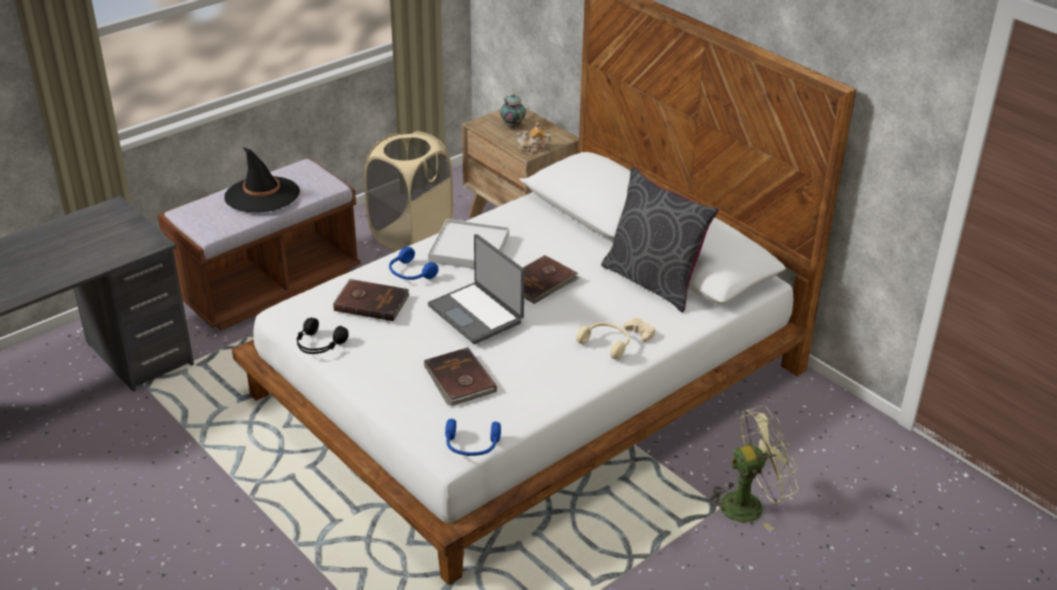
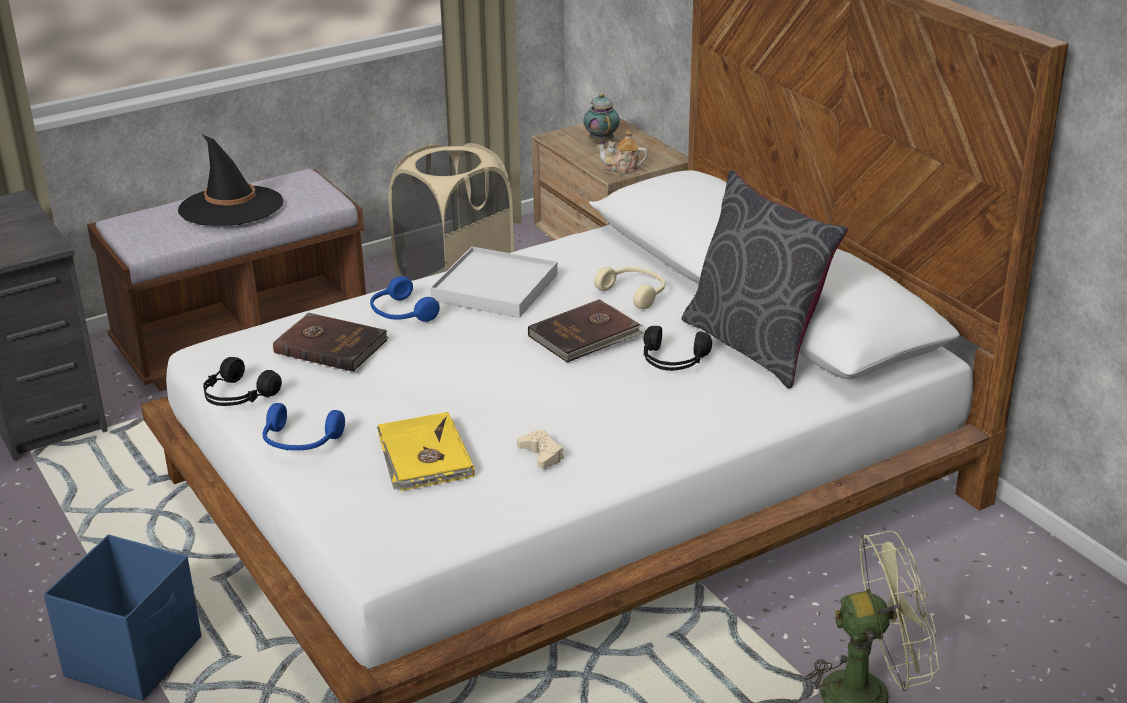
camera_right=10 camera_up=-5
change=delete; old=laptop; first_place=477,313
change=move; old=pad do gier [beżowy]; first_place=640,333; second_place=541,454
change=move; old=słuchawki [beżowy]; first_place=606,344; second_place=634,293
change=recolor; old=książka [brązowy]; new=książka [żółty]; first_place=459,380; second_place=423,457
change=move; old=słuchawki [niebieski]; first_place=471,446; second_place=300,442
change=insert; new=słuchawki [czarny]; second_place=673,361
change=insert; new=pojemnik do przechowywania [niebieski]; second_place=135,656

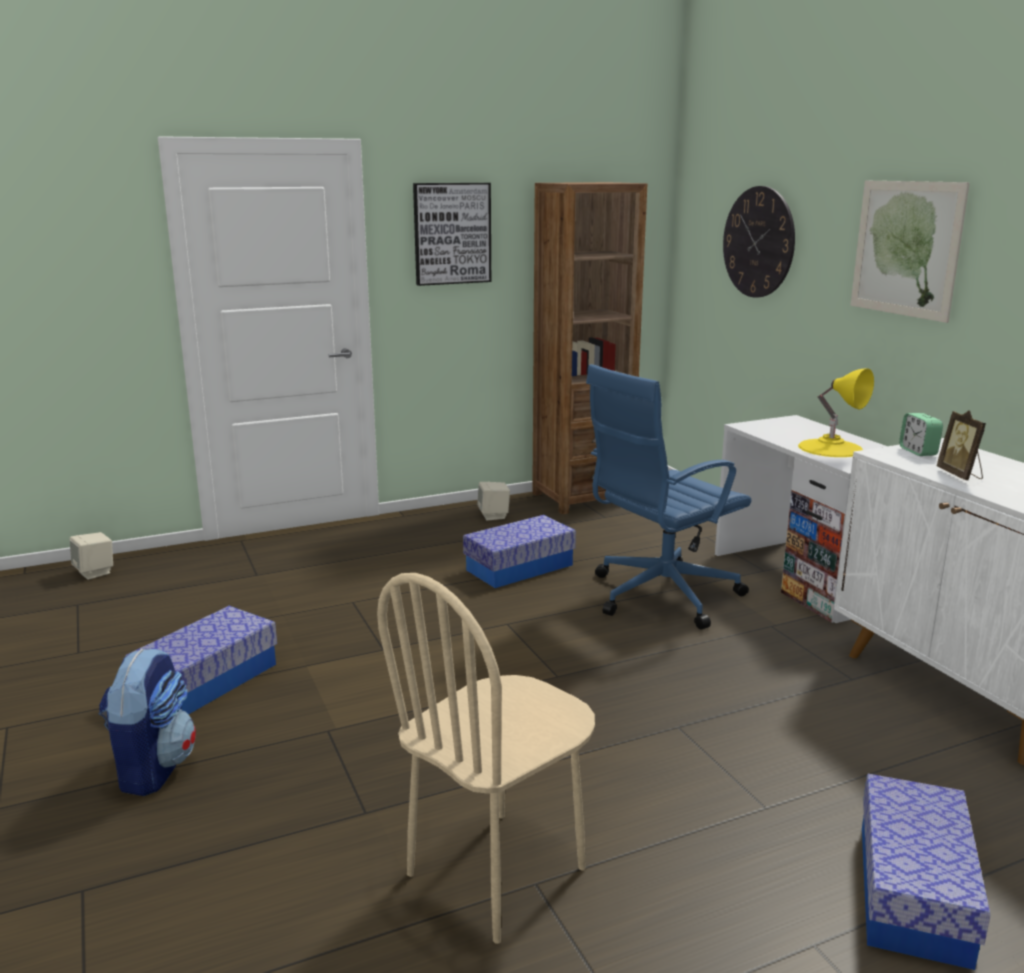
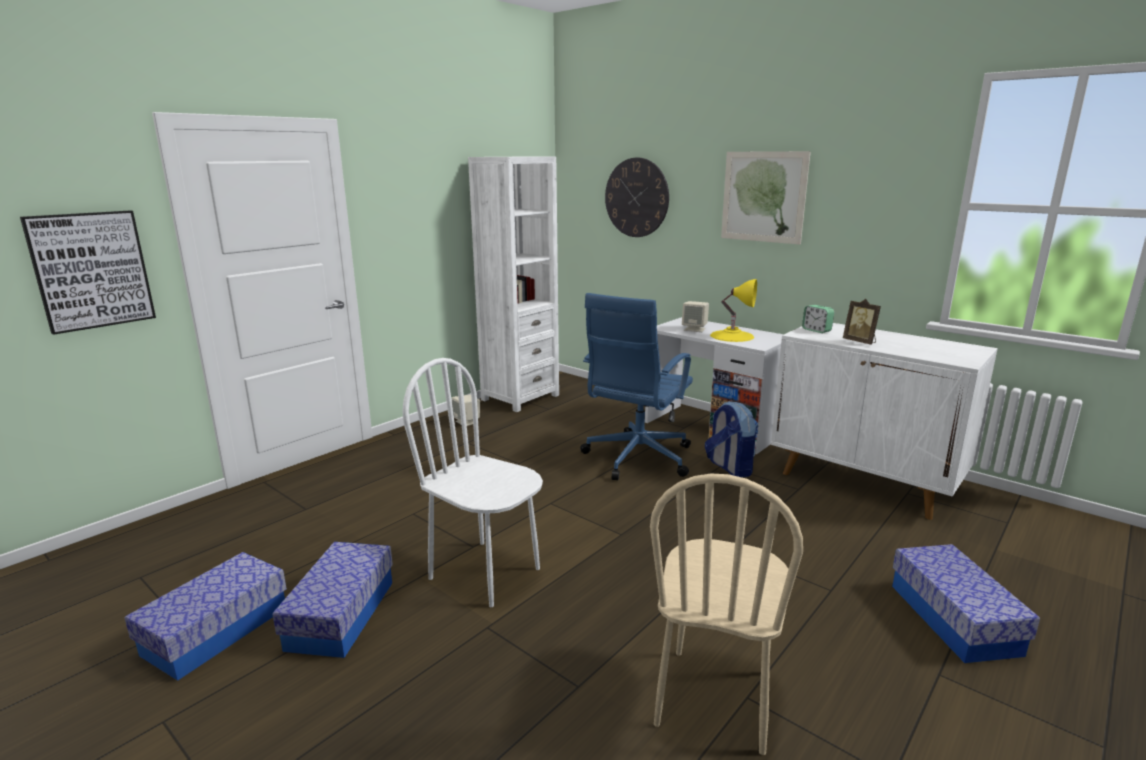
camera_right=-25 camera_up=0
change=recolor; old=regał [brązowy]; new=regał [biały]; first_place=581,498; second_place=520,397
change=move; old=obraz; first_place=452,233; second_place=91,270
change=move; old=pojemnik do przechowywania; first_place=519,567; second_place=216,630
change=move; old=głośnik [beżowy]; first_place=95,572; second_place=695,329
change=move; old=plecak; first_place=153,768; second_place=729,467
change=insert; new=krzesło [biały]; second_place=485,573

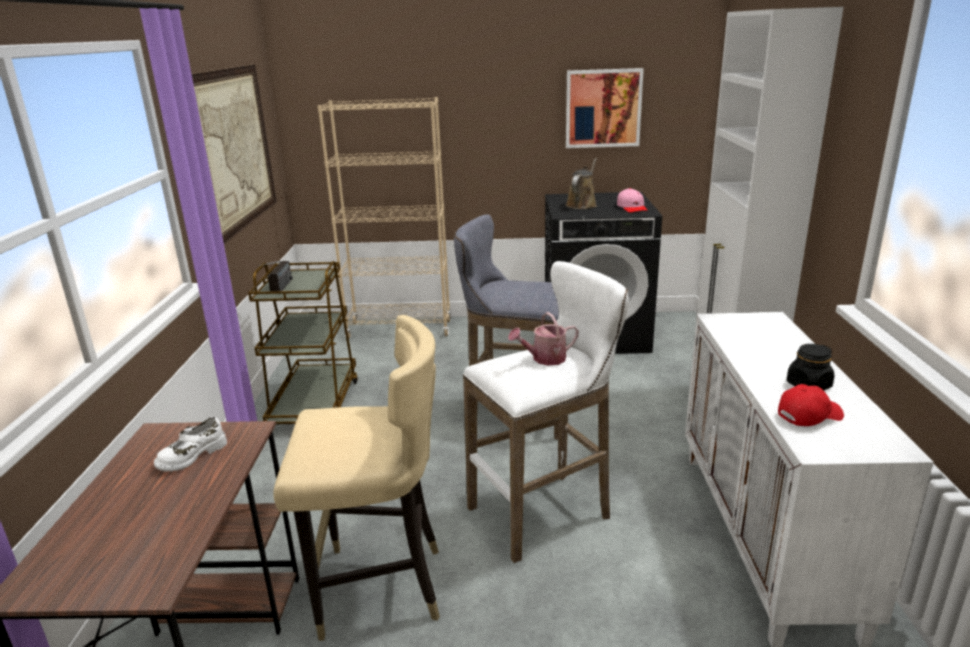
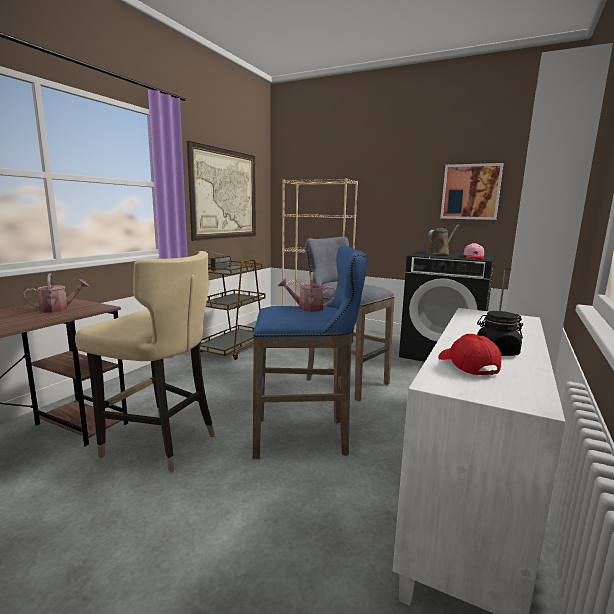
camera_right=25 camera_up=-10
change=recolor; old=stołek [biały]; new=stołek [niebieski]; first_place=545,511; second_place=305,437
change=rotate; old=czapka z daszkiem [czerwony]; first_place=809,415; second_place=466,365; degrees=-105
change=replace; old=but [biały]; new=konewka; first_place=191,455; second_place=59,309

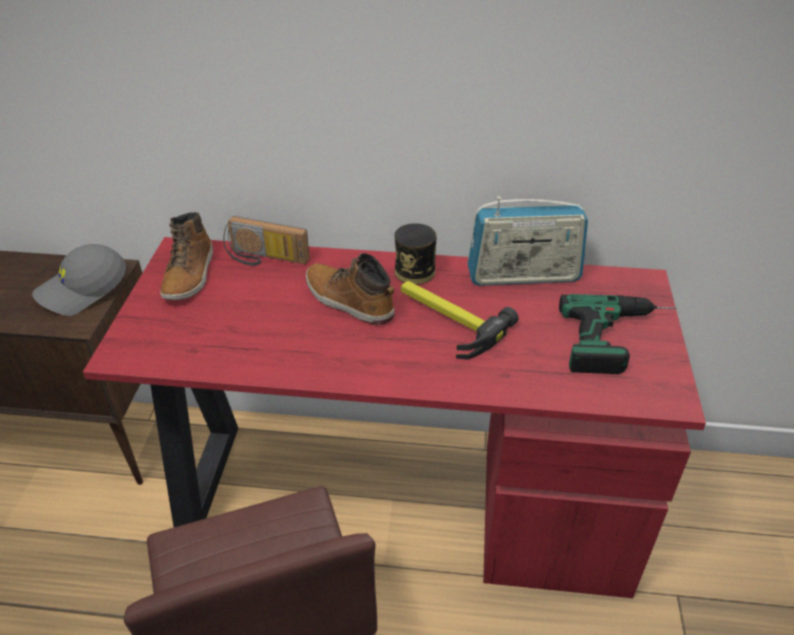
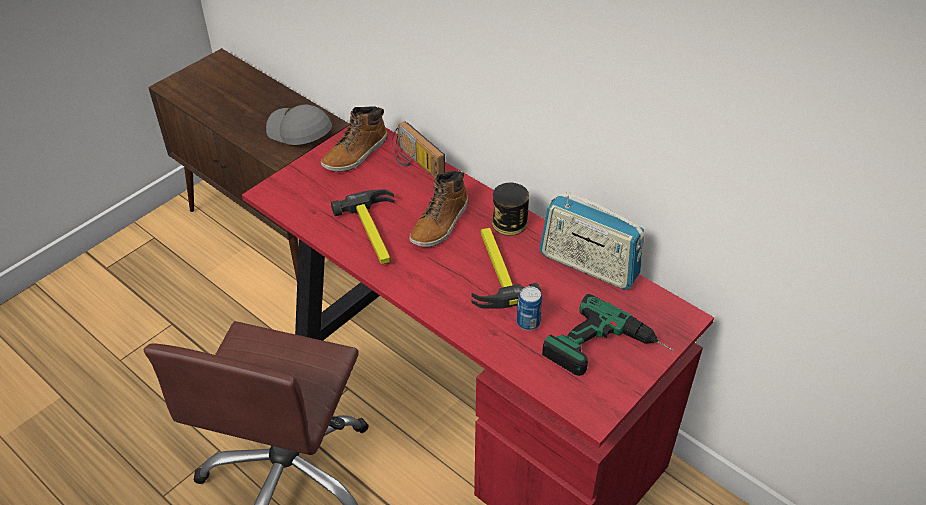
camera_right=35 camera_up=5
change=rotate; old=czapka z daszkiem [szary]; first_place=83,290; second_place=298,132; degrees=45
change=rotate; old=but z cholewką; first_place=348,301; second_place=440,224; degrees=-135
change=insert; new=młotek; second_place=375,232
change=insert; new=puszka; second_place=528,322

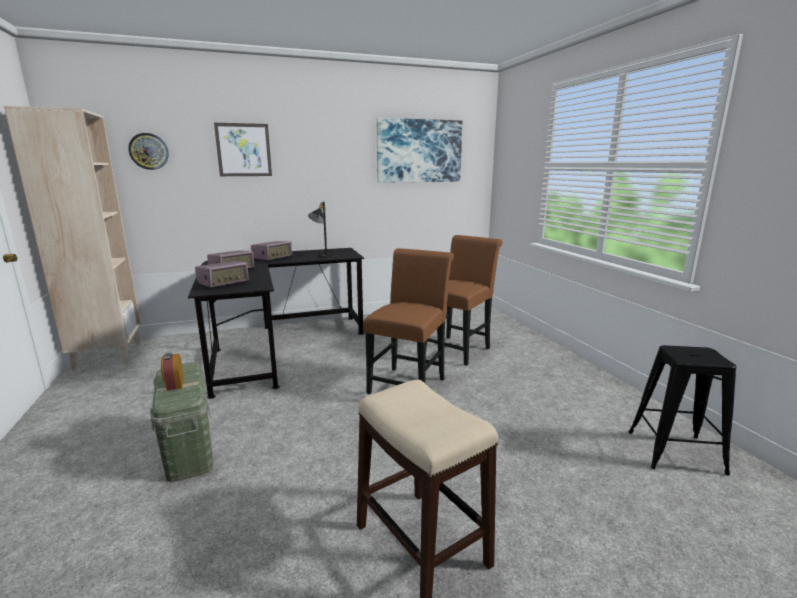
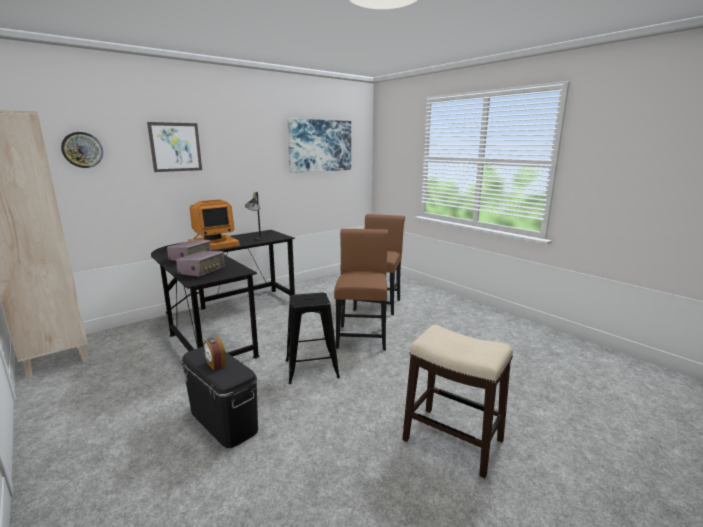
camera_right=-20 camera_up=0
change=replace; old=radio; new=monitor; first_place=272,257; second_place=213,244
change=move; old=stołek [czarny]; first_place=675,452; second_place=311,369
change=recolor; old=pojemnik do przechowywania [zielony]; new=pojemnik do przechowywania [czarny]; first_place=189,450; second_place=224,420

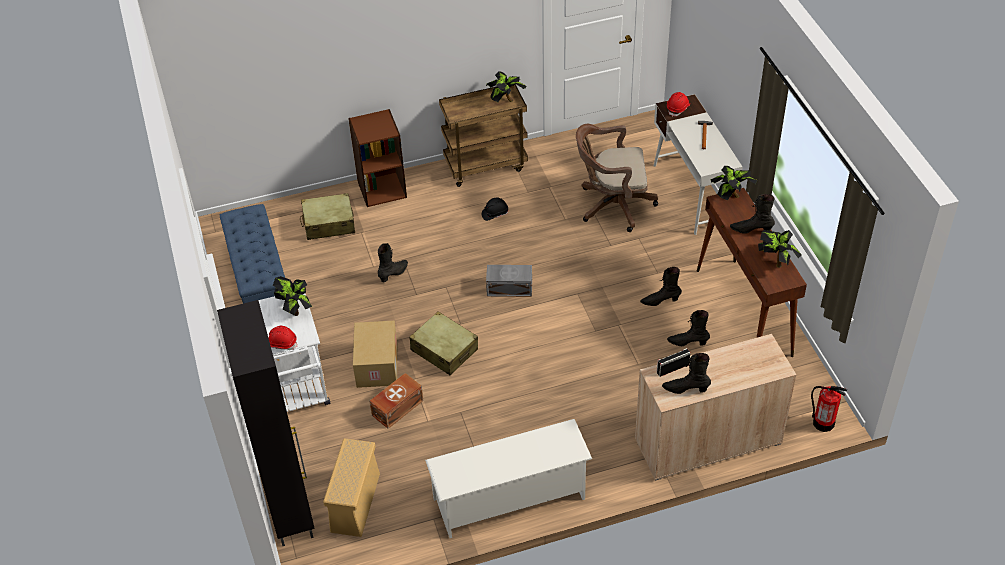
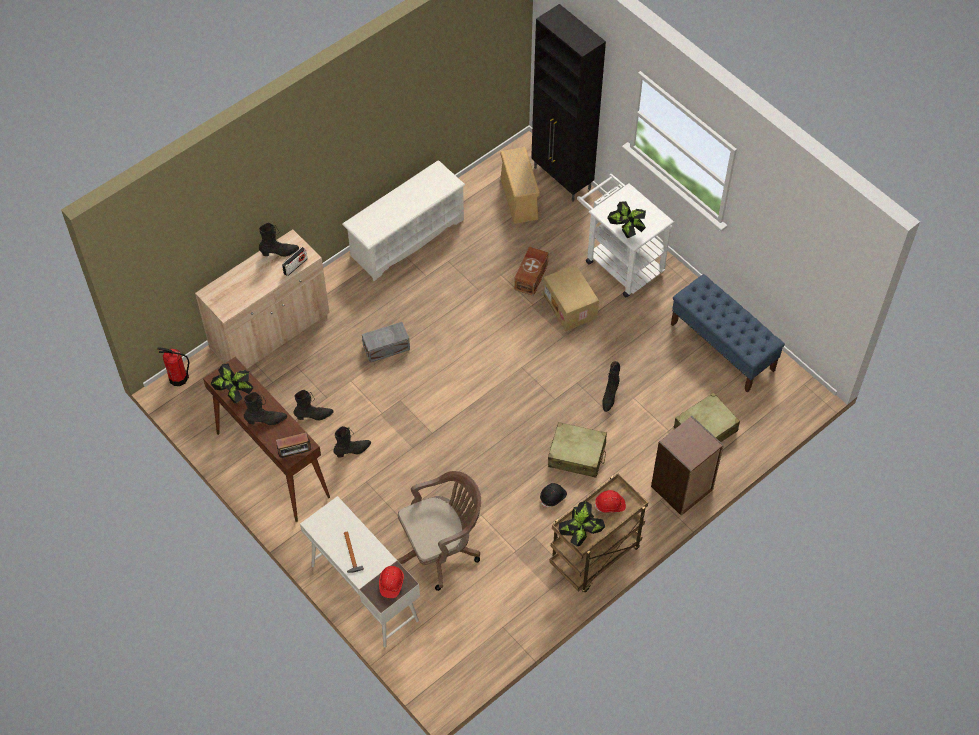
camera_right=155 camera_up=10
change=replace; old=roślina doniczkowa; new=radio; first_place=731,196; second_place=295,454
change=move; old=pojemnik do przechowywania [szary]; first_place=509,287; second_place=387,348
change=move; old=walizka [beżowy]; first_place=444,350; second_place=577,455
change=move; old=kask [czerwony]; first_place=281,343; second_place=610,505

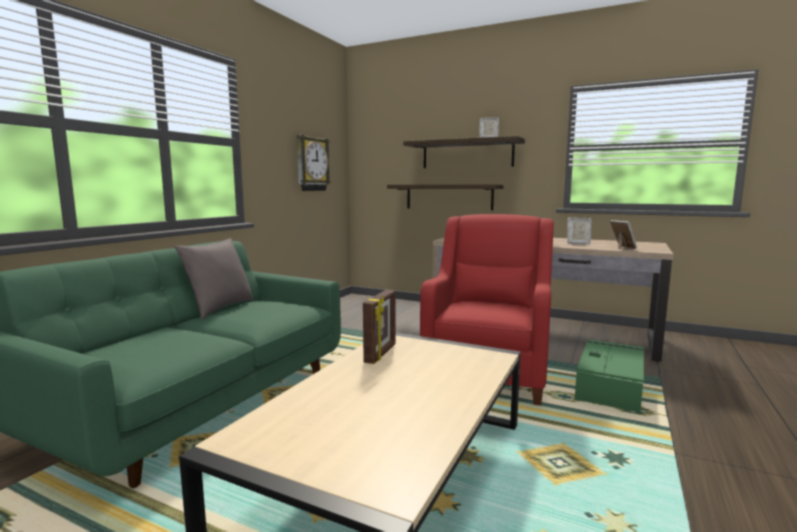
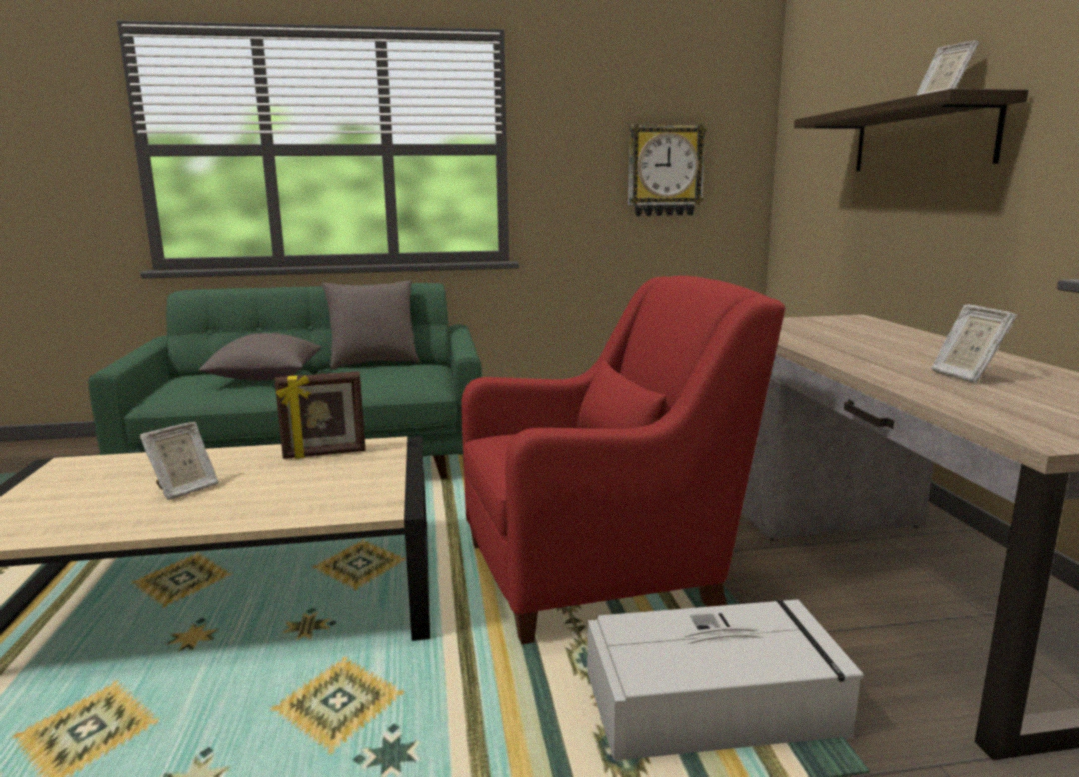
camera_right=55 camera_up=5
change=delete; old=półka; first_place=448,197
change=move; old=ramka na zdjęcie; first_place=622,248; second_place=184,490
change=recolor; old=pojemnik do przechowywania [zielony]; new=pojemnik do przechowywania [szary]; first_place=610,385; second_place=716,704
change=insert; new=poduszka [szary]; second_place=265,378

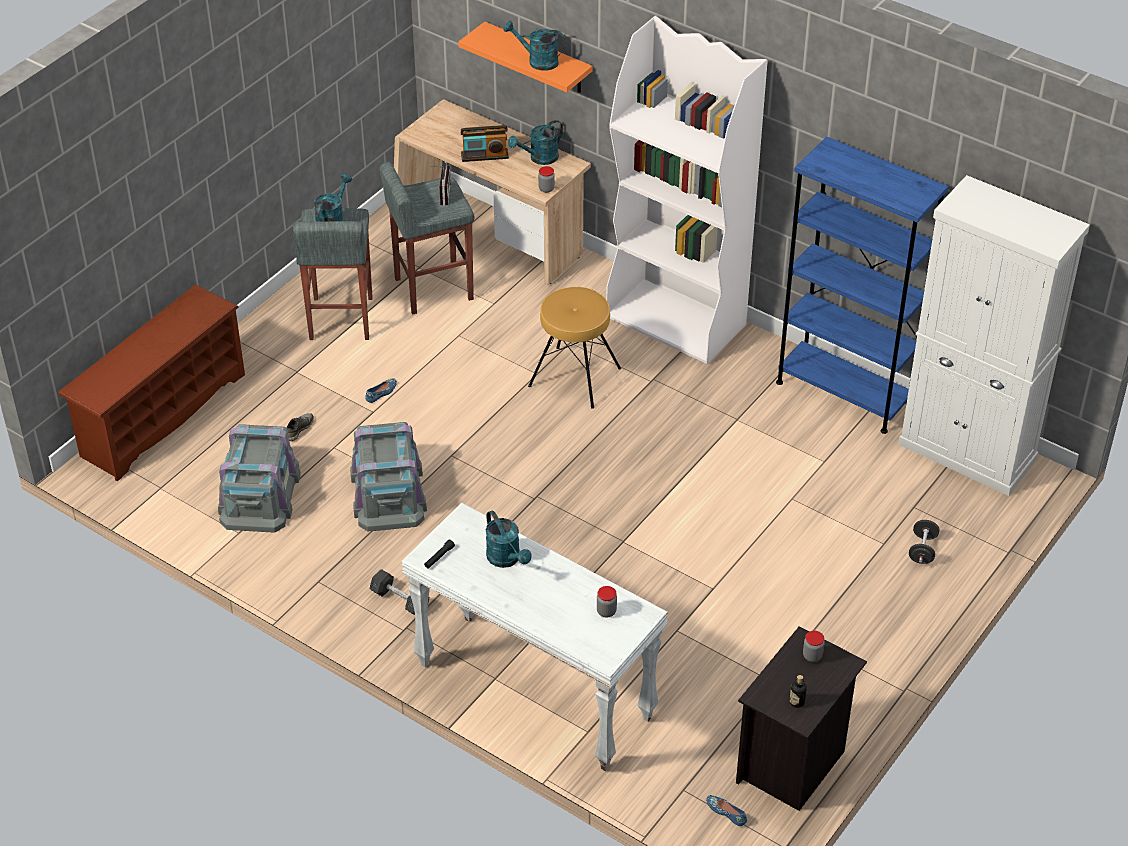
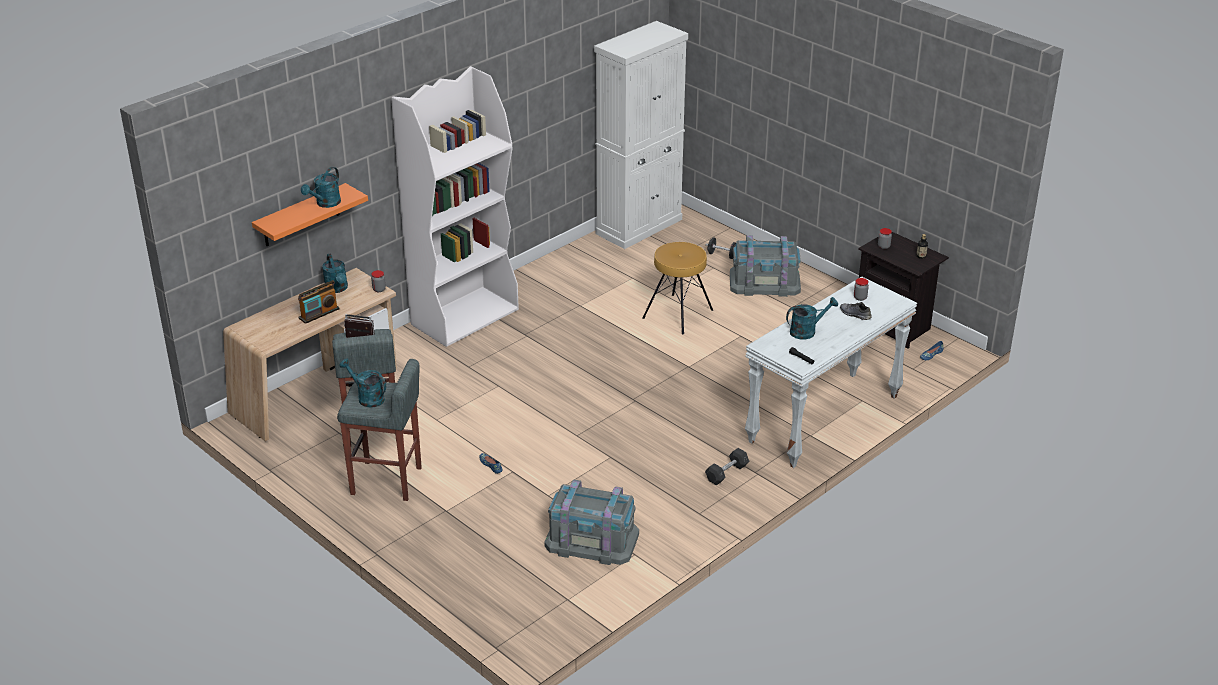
camera_right=-80 camera_up=-10
change=rotate; old=radio; first_place=484,156; second_place=319,313; degrees=45
change=delete; old=regał [niebieski]; first_place=843,392
change=delete; old=regał na buty [brązowy]; first_place=162,414
change=move; old=stołek [brązowy]; first_place=574,377; second_place=678,314
change=move; old=but [szary]; first_place=298,429; second_place=854,314
change=move; old=pojemnik do przechowywania [szary]; first_place=389,492; second_place=764,282

